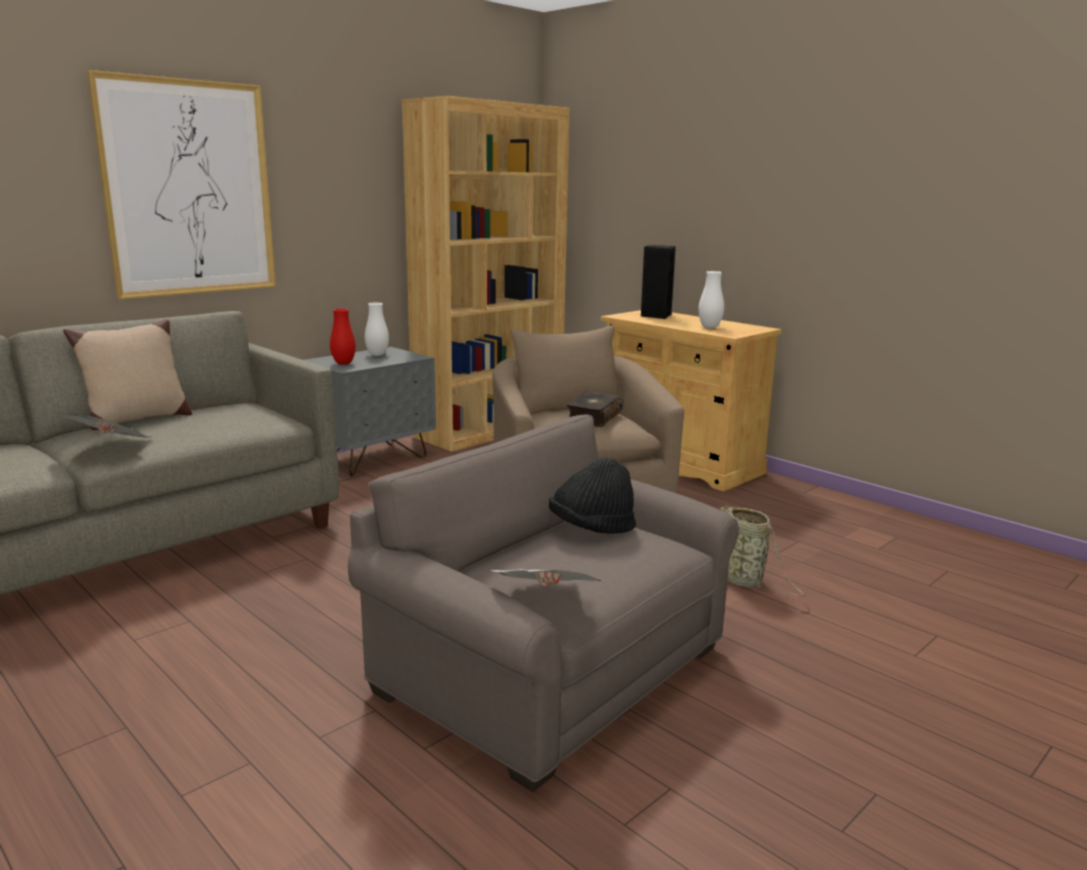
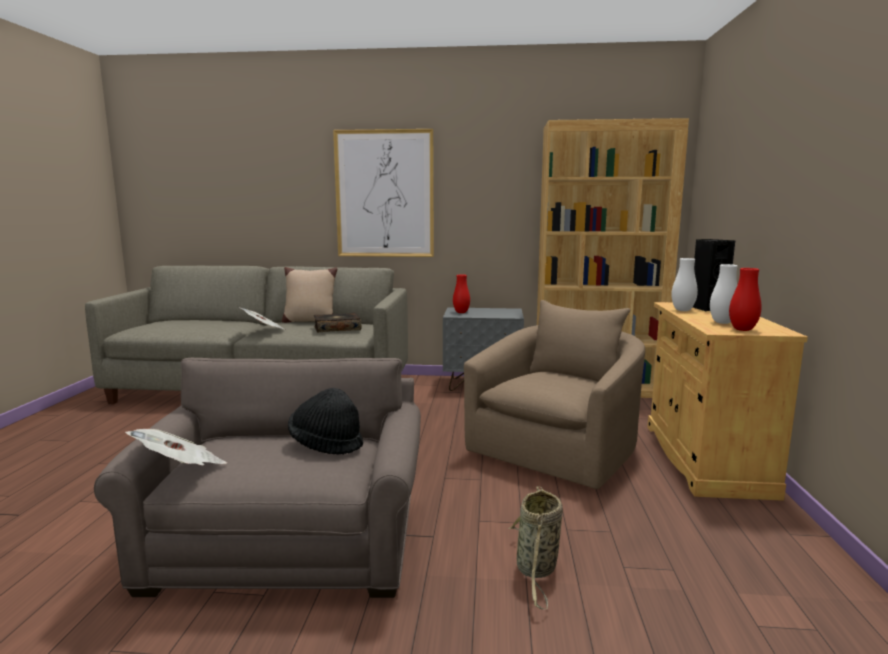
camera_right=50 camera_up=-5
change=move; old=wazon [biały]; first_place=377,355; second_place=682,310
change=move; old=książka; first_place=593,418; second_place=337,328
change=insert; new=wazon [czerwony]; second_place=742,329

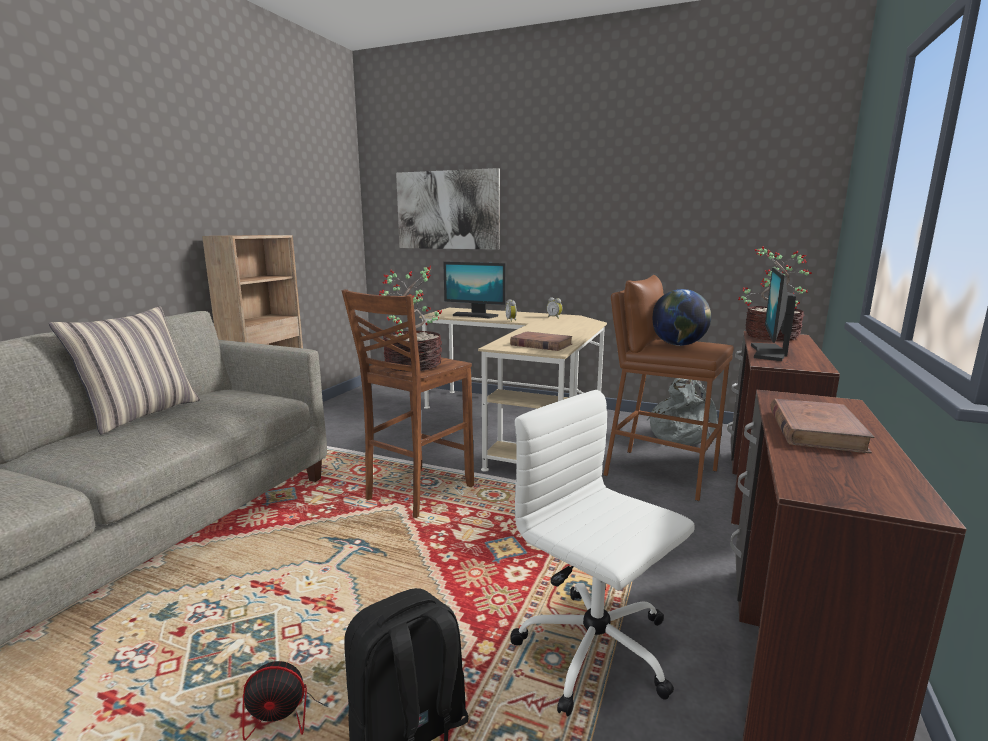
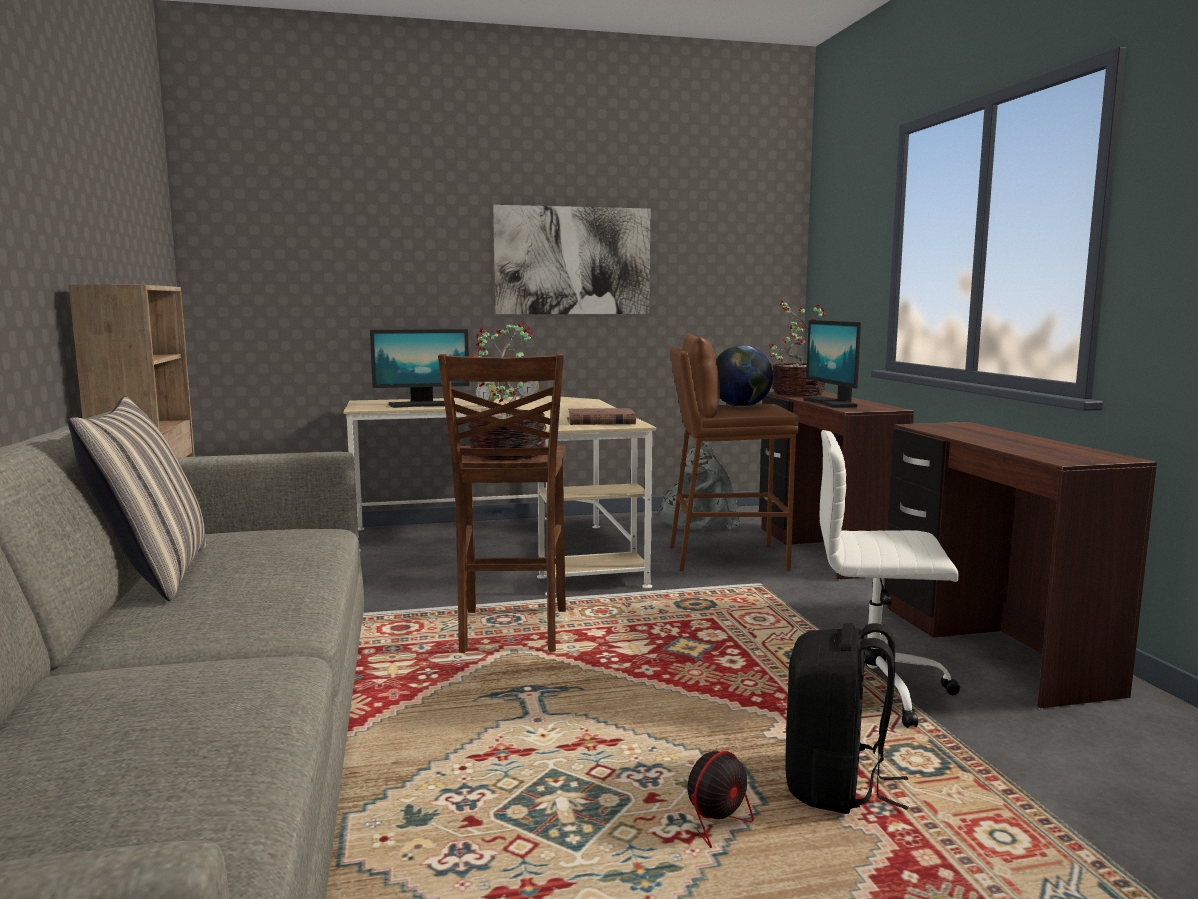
camera_right=-35 camera_up=-5
change=move; old=obraz; first_place=447,210; second_place=573,261
change=delete; old=książka [brązowy]; first_place=815,430

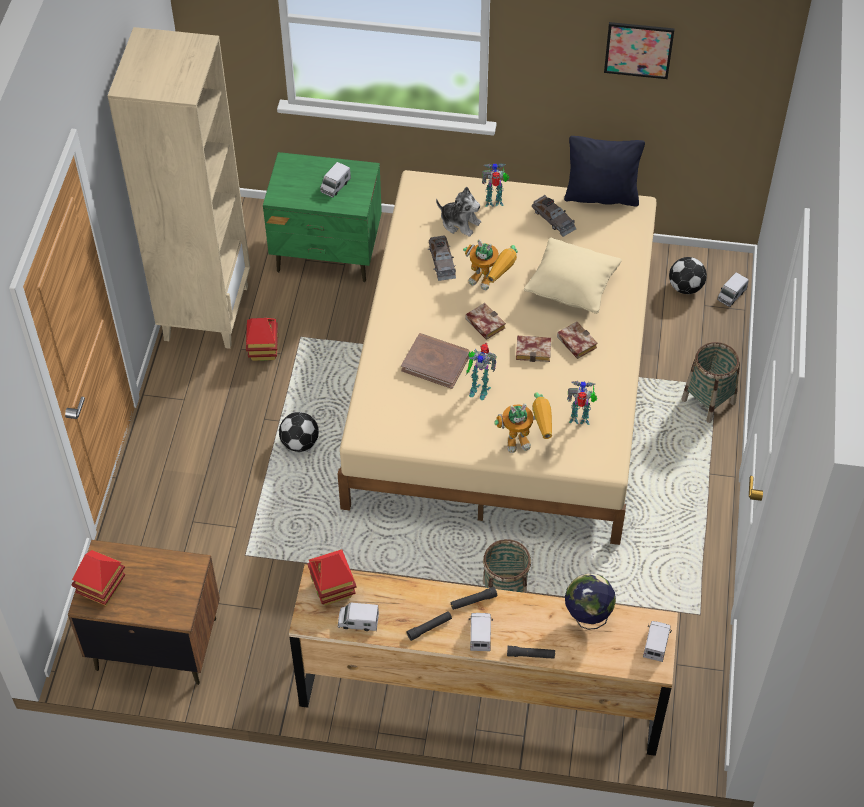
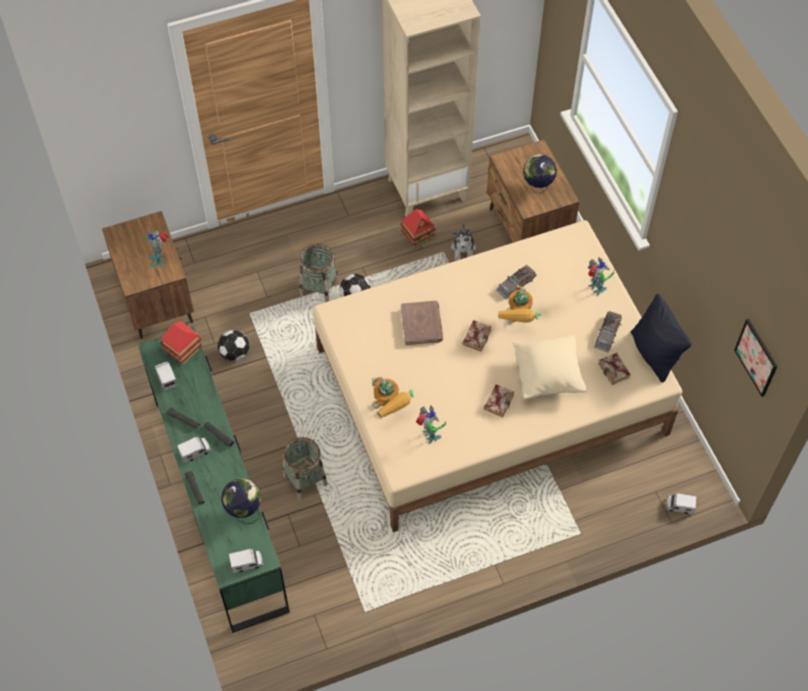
camera_right=60 camera_up=5
change=move; old=obraz; first_place=638,49; second_place=756,357
change=recolor; old=szafka nocna [zielony]; new=szafka nocna [brązowy]; first_place=327,254; second_place=527,229
change=replace; old=ciężarówka zabawkowa; new=globus; first_place=335,186; second_place=537,187
change=move; old=pluszak; first_place=459,223; second_place=463,249
change=move; old=piłka futbolowa; first_place=686,287; second_place=235,354
change=move; old=książka; first_place=535,350; second_place=615,371
change=move; old=robot zabawkowy; first_place=479,388; second_place=159,259
change=move; old=koszyk; first_place=708,401; second_place=319,288
change=delete; old=domek; first_place=102,589
change=recolor; old=komoda [brązowy]; new=komoda [zielony]; first_place=481,696; second_place=220,502

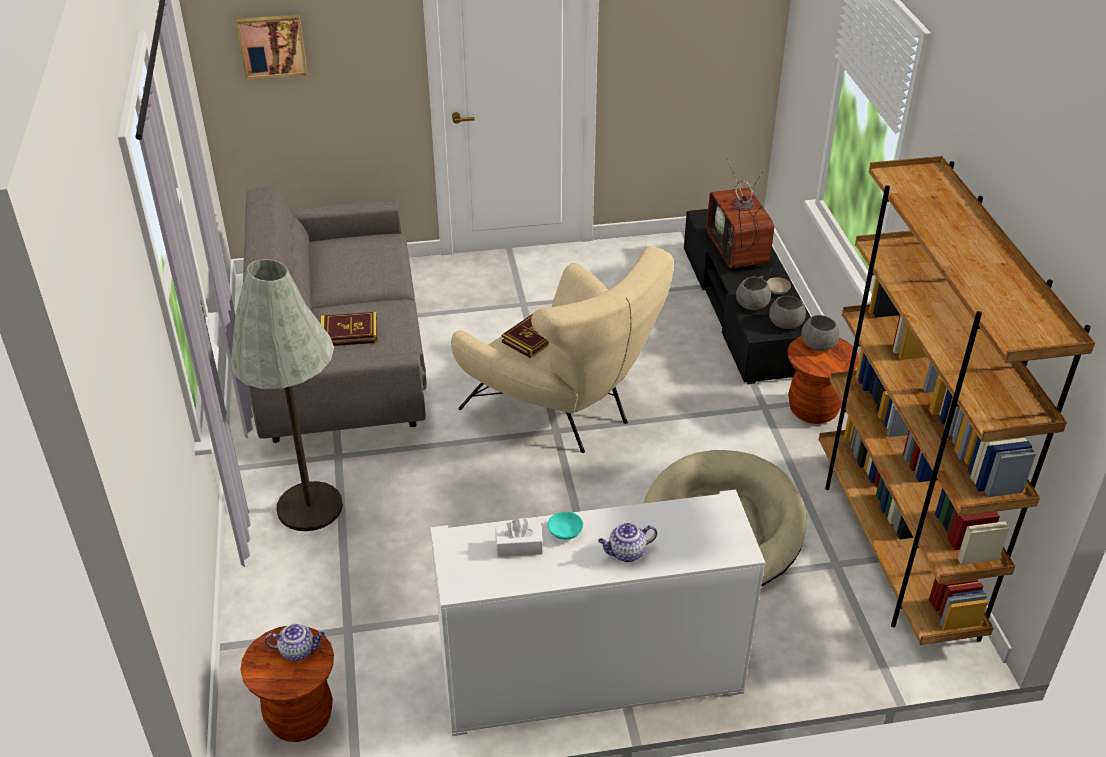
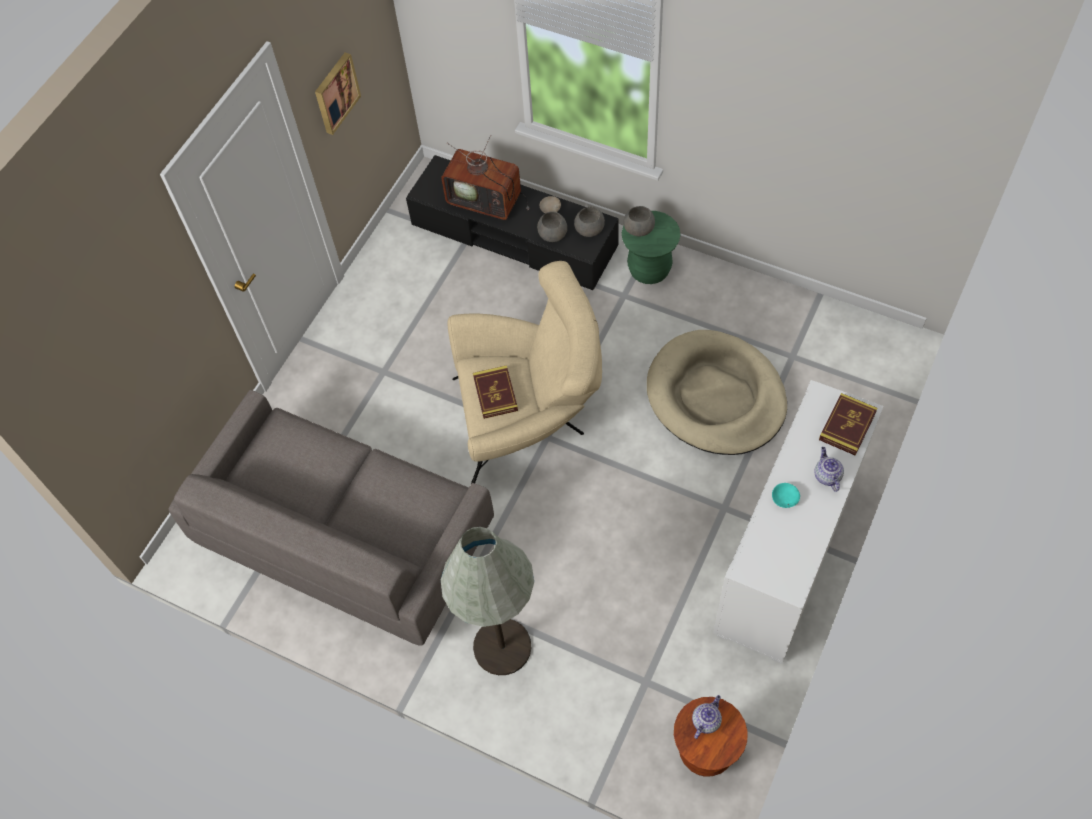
camera_right=-50 camera_up=20
change=move; old=obraz; first_place=272,45; second_place=335,93
change=delete; old=regał [brązowy]; first_place=893,549
change=move; old=książka; first_place=349,332; second_place=847,426
change=recolor; old=stołek [brązowy]; new=stołek [zielony]; first_place=813,410; second_place=649,270
change=delete; old=pudełko chusteczek [biały]; first_place=519,547
change=rotate; old=imbryk; first_place=626,553; second_place=826,475; degrees=150

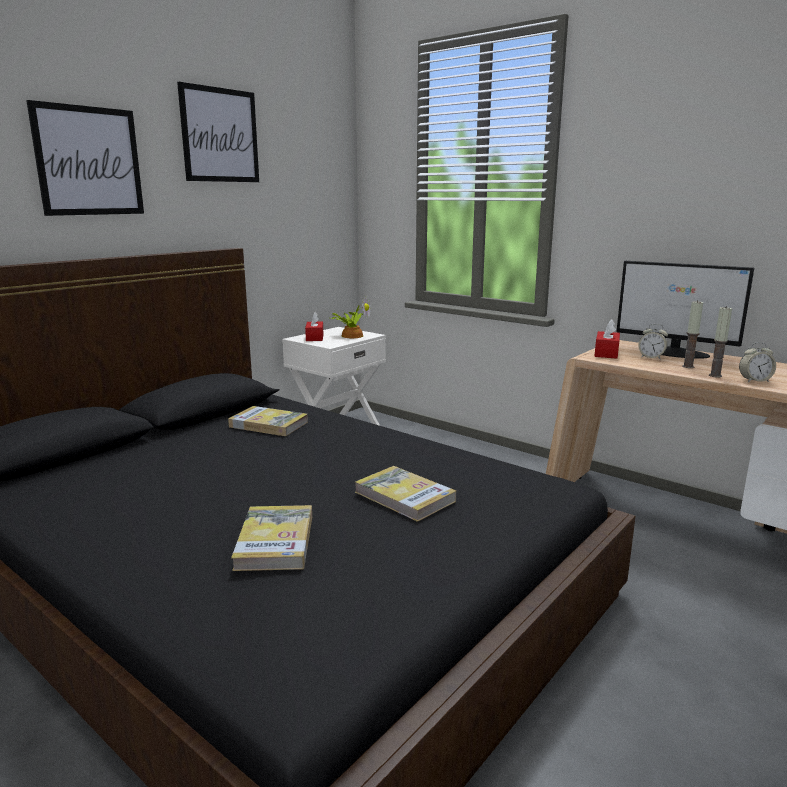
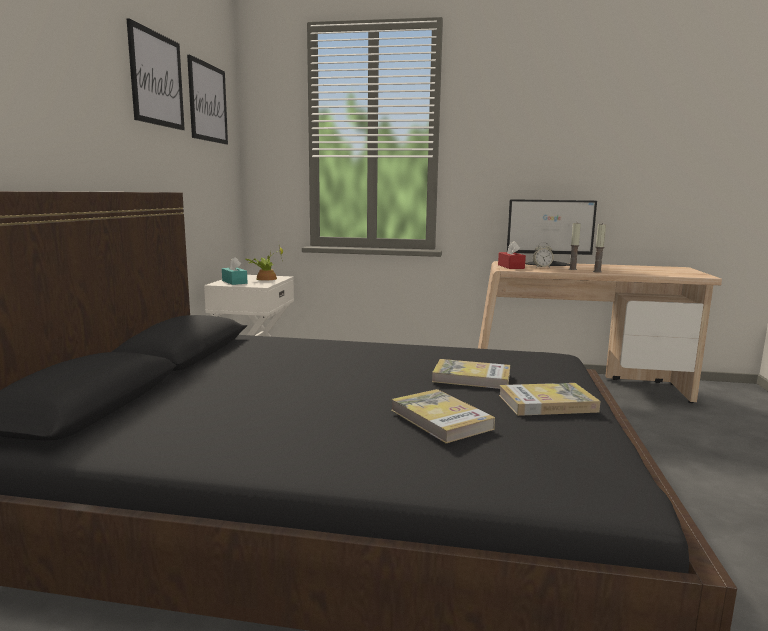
camera_right=-30 camera_up=-5
change=move; old=obraz; first_place=89,161; second_place=208,103
change=recolor; old=pudełko chusteczek [czerwony]; new=pudełko chusteczek [turkusowy]; first_place=314,337; second_place=234,282
change=delete; old=budzik; first_place=754,381
change=move; old=książka; first_place=268,424; second_place=547,403

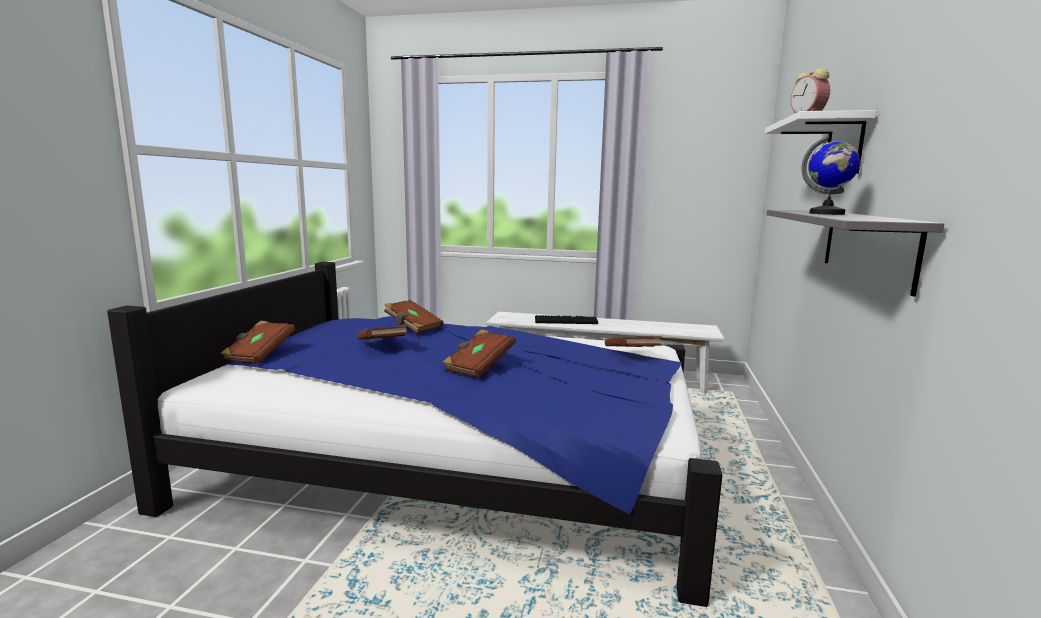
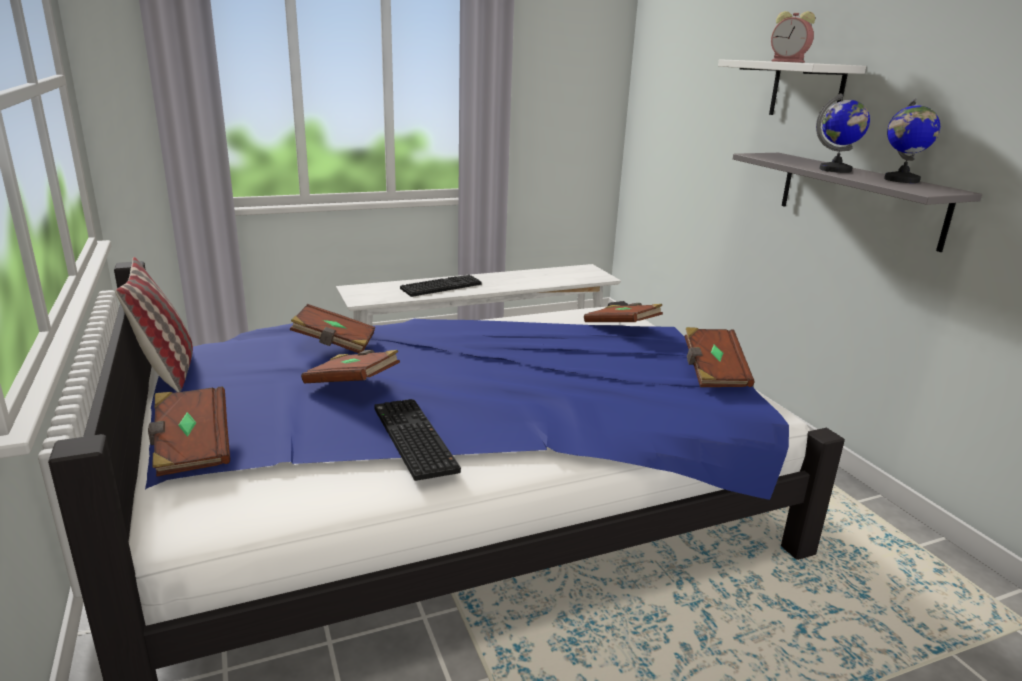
camera_right=-35 camera_up=10
change=move; old=książka [brązowy]; first_place=479,366; second_place=713,372
change=insert; new=globus; second_place=901,180
change=insert; new=poduszka; second_place=167,370
change=insert; new=klawiatura; second_place=411,439

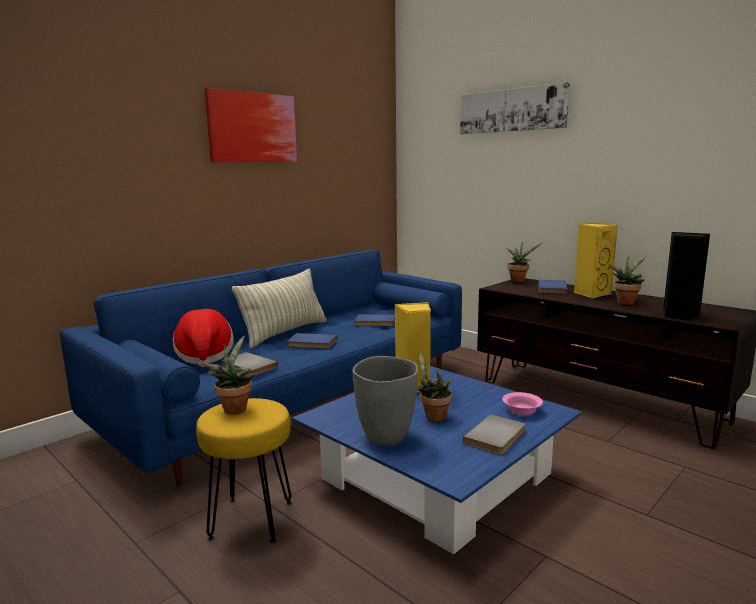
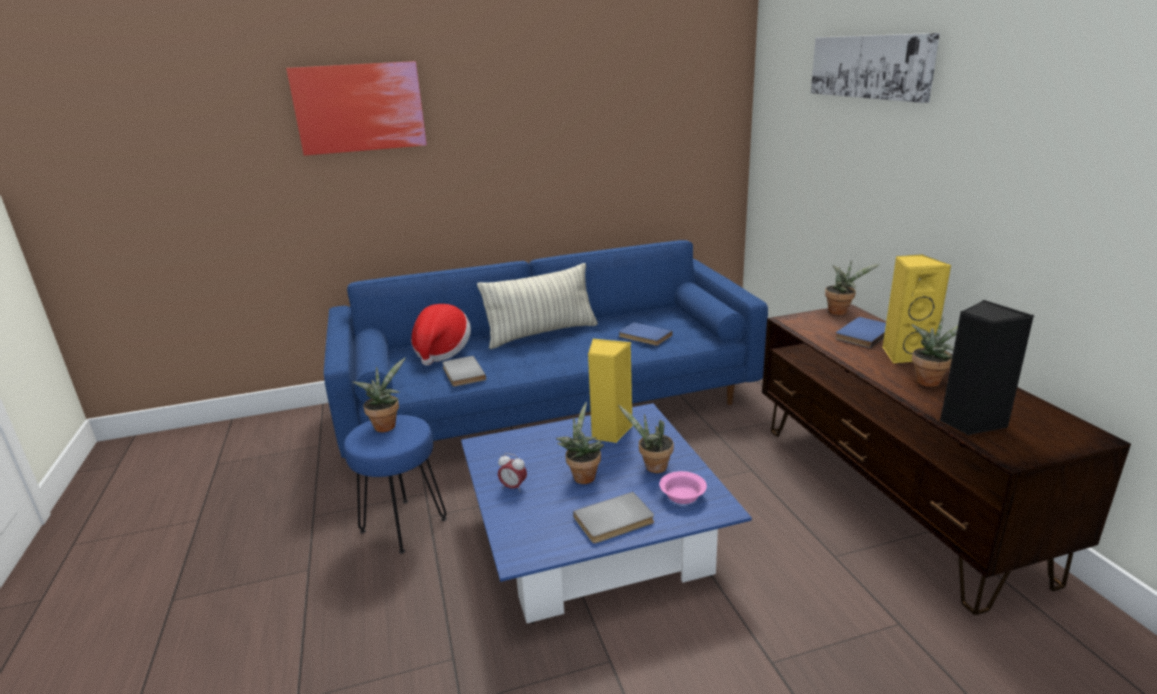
camera_right=30 camera_up=10
change=move; old=obraz; first_place=252,128; second_place=359,108
change=delete; old=książka [niebieski]; first_place=311,343
change=replace; old=wazon [szary]; new=budzik; first_place=386,437; second_place=513,487
change=recolor; old=stołek [żółty]; new=stołek [niebieski]; first_place=251,519; second_place=403,524
change=insert; new=roślina doniczkowa; second_place=652,467

